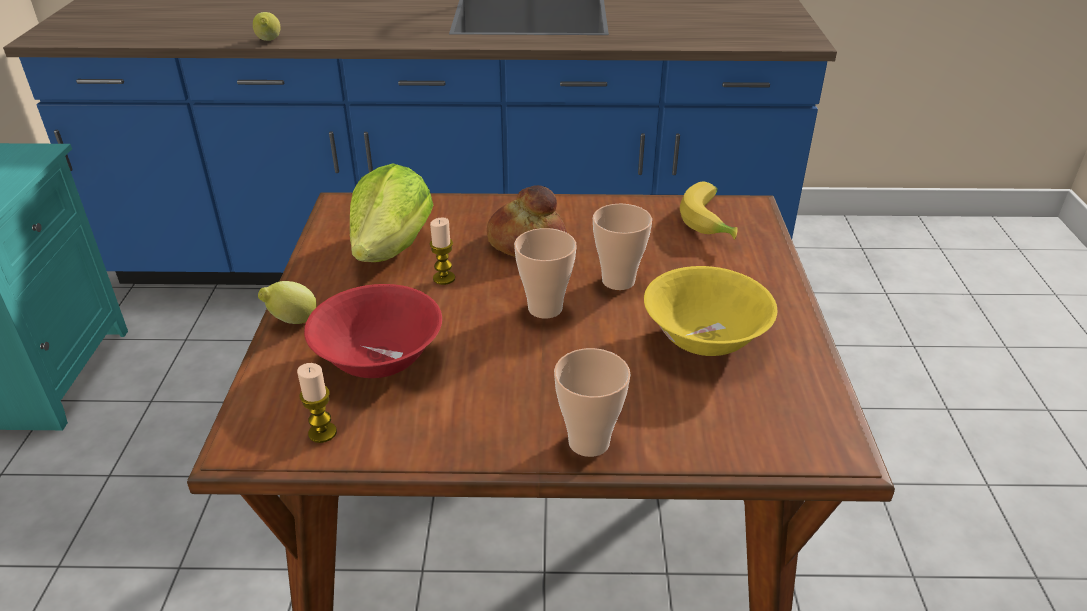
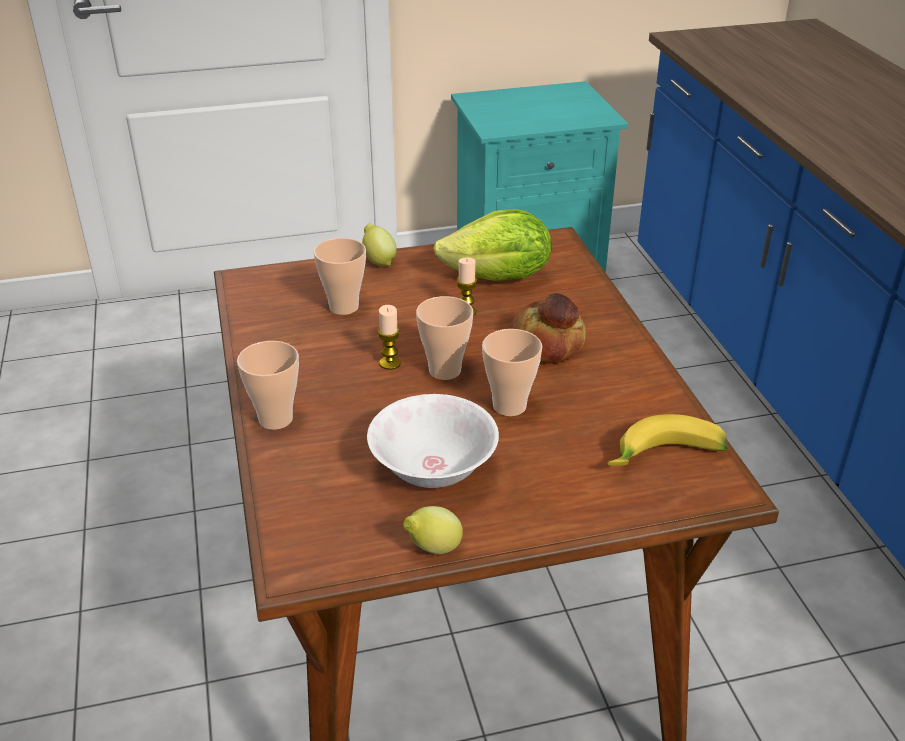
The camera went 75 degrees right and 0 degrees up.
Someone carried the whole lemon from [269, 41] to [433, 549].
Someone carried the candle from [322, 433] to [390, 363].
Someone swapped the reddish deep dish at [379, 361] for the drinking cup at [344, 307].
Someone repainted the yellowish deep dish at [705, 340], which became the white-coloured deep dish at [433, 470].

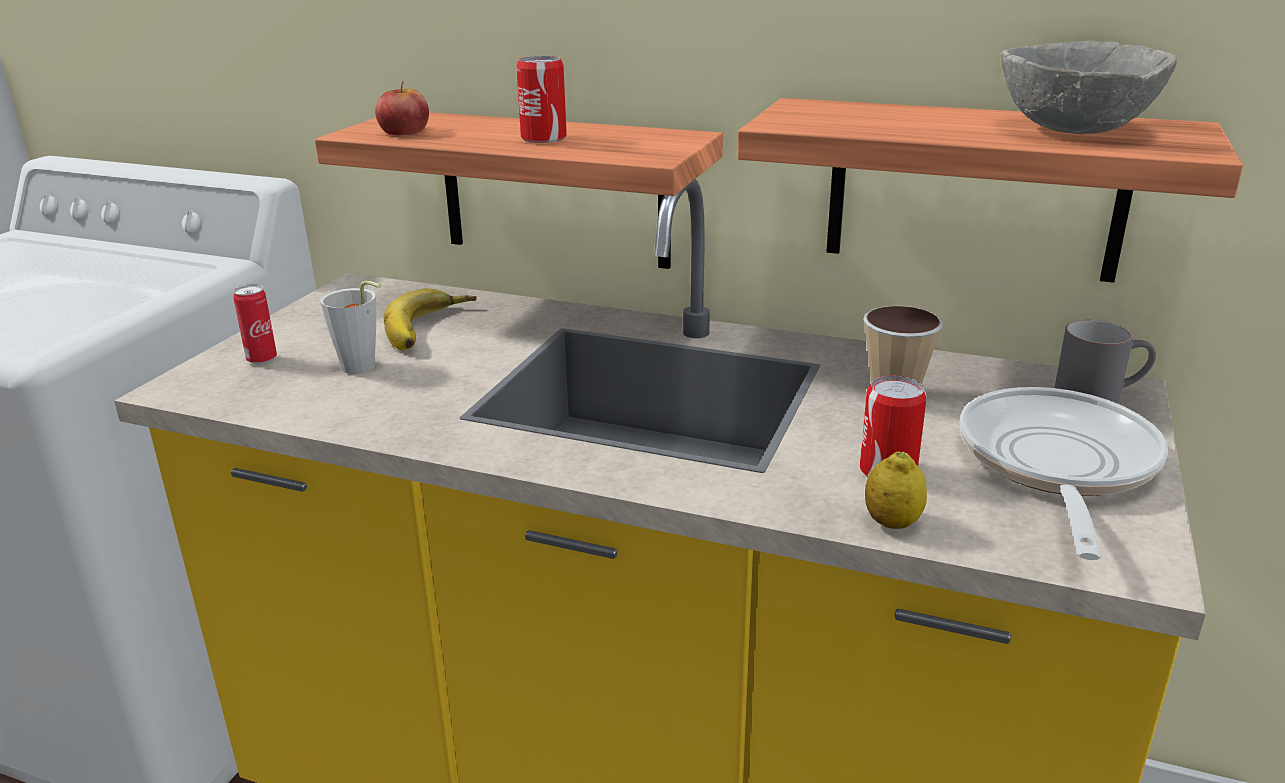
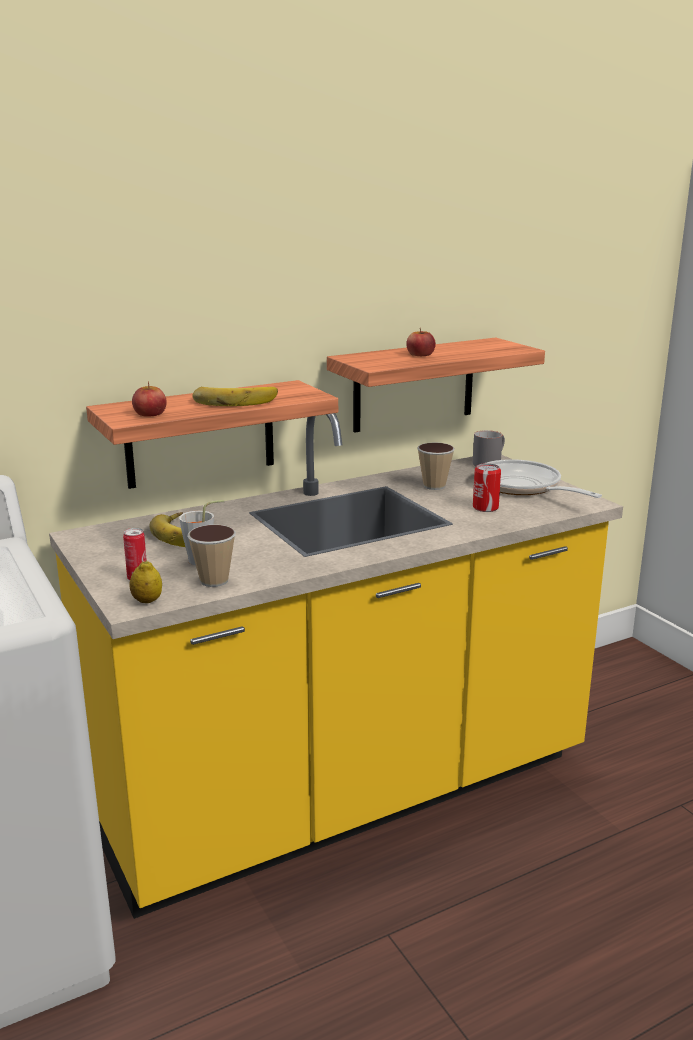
The camera went 50 degrees left and 5 degrees down.
Someone swapped the sealed can at [543, 138] for the banana at [235, 400].
Someone carried the whole lemon from [892, 523] to [147, 601].
Someone took away the gray deep dish at [1076, 130].
Someone put down the drinking cup at [214, 581].
Someone put down the apple fruit at [420, 354].

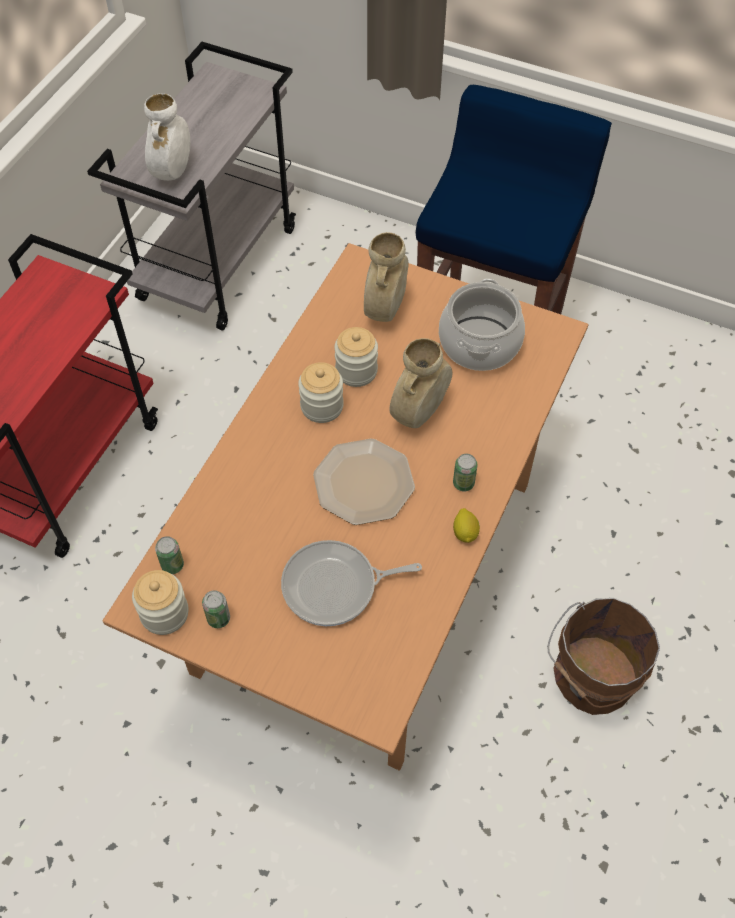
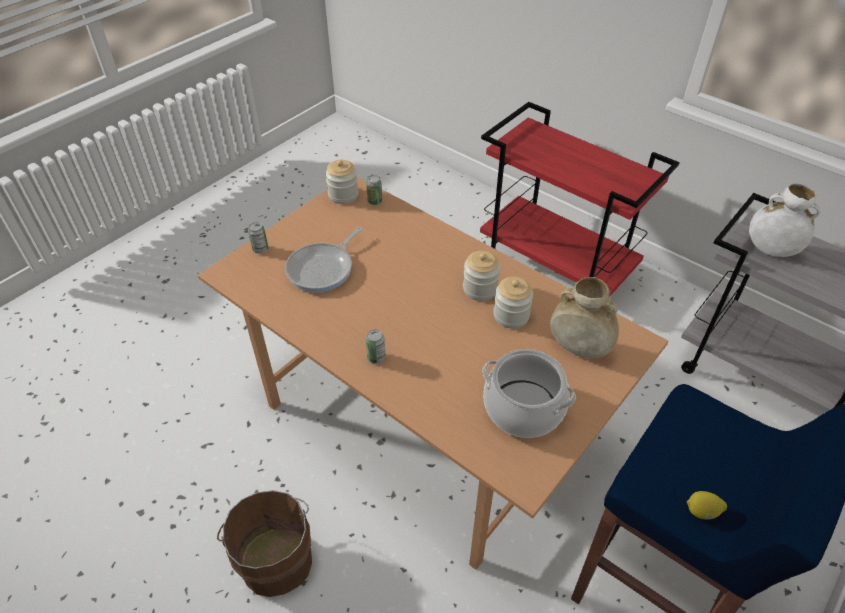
The camera went 105 degrees right and 10 degrees down.
Someone carried the sealed can from [218, 618] to [260, 249].
Someone rotated the pan at [335, 587] by 150 degrees counterclockwise.
Someone took away the flat dish at [364, 483].
Someone took away the sand-coloured decorative vase at [419, 412].
Someone carried the whole lemon from [465, 532] to [702, 512].

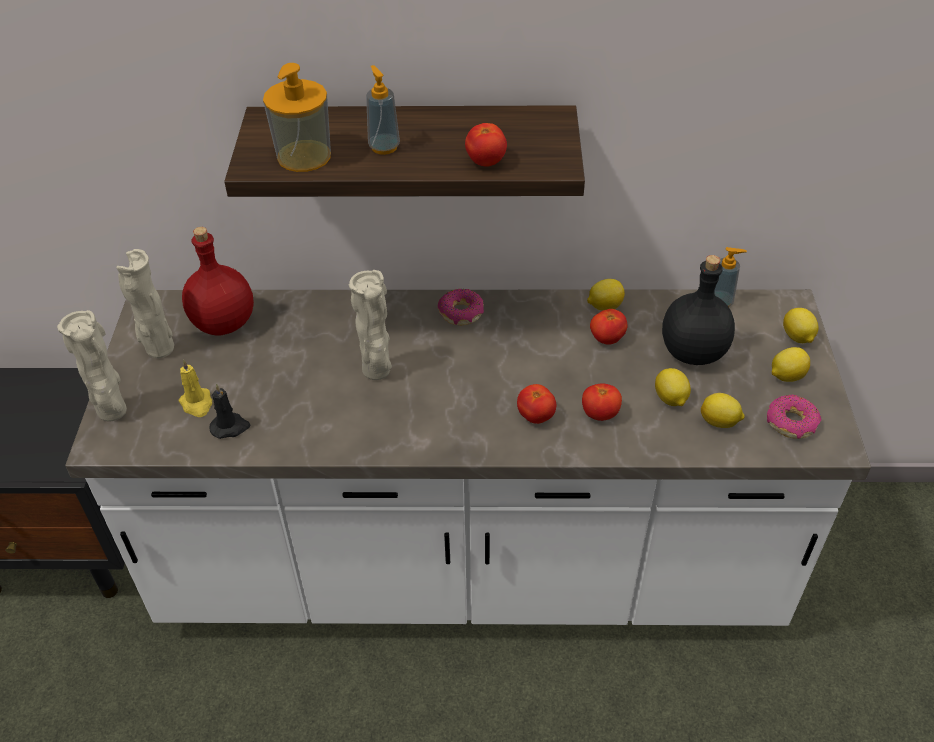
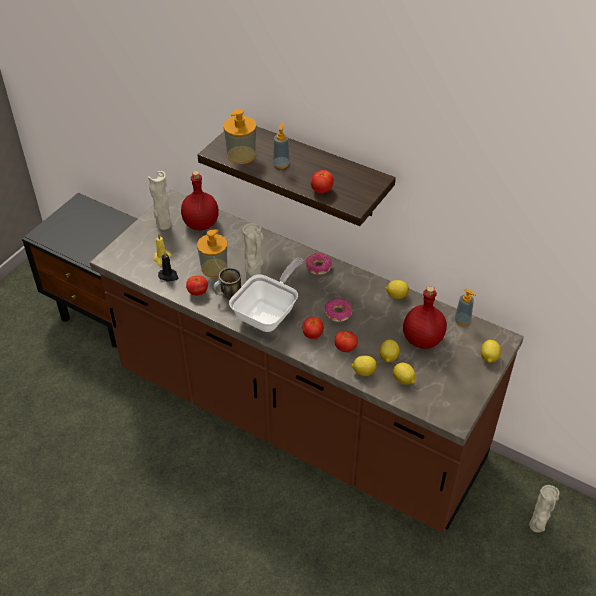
The camera went 30 degrees right and 0 degrees up.
Someone carried the sand-coloured decorative vase from [113, 412] to [536, 527].
Someone repainted the white-coloured kitchen base unit at [470, 567], which became the brownish kitchen base unit at [298, 419].
Someone carried the fresh tomato from [607, 339] to [198, 292].
Someone repainted the blackish bottle at [692, 353], which became the reddish bottle at [422, 340].
Someone carried the donut from [791, 423] to [338, 313].
Someone carried the whole lemon from [786, 376] to [363, 371].
Someone put down the liquid soap bottle at [214, 268].
Someone put down the tea mug at [228, 296].
Someone put down the pan at [269, 313].

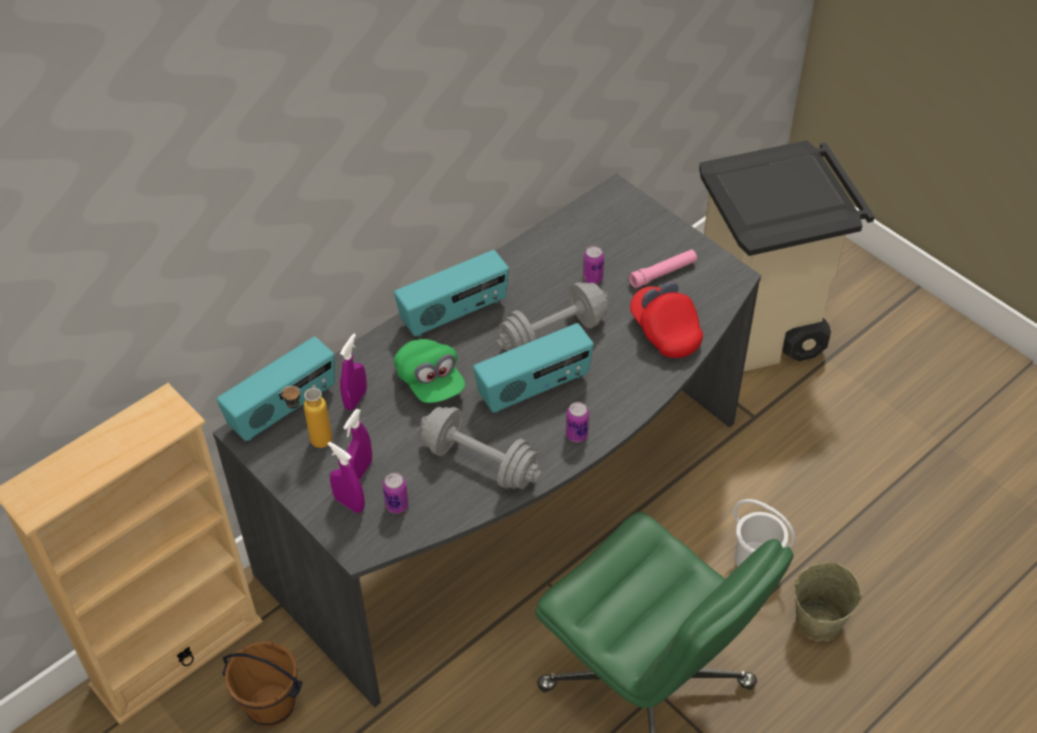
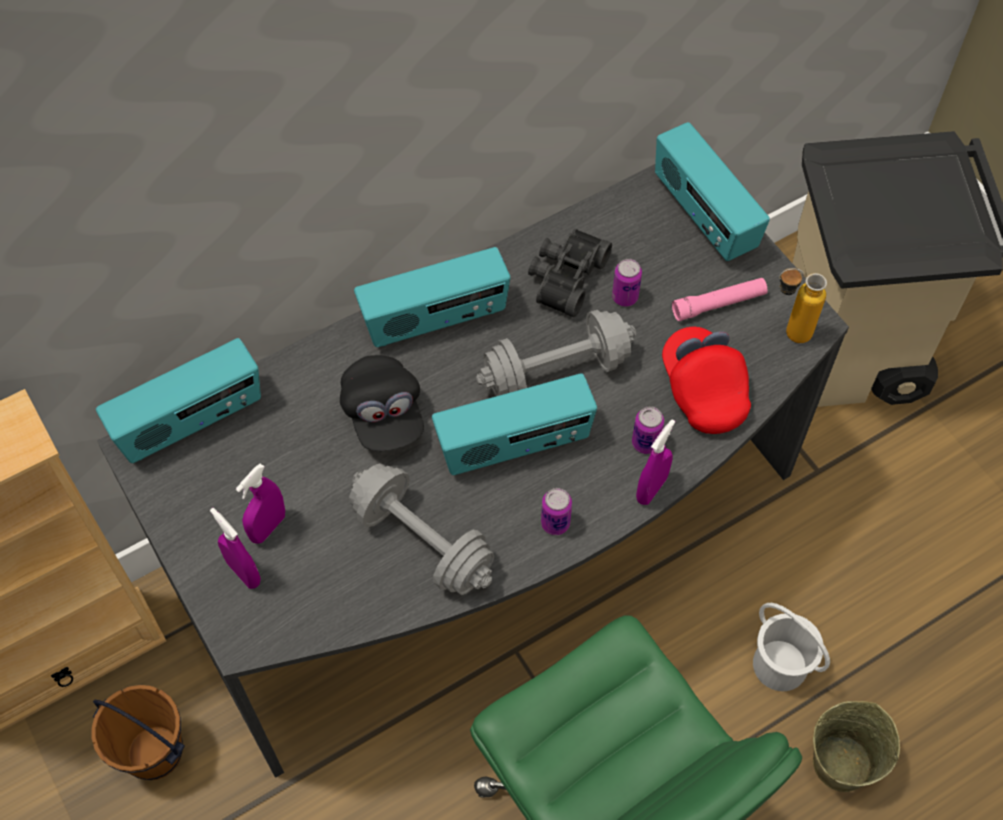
The camera went 10 degrees right and 10 degrees up.
Someone carried the bottle from [312, 441] to [787, 333].
Someone carried the purplish sprayer from [355, 399] to [651, 489].
Someone carried the sealed can from [397, 505] to [645, 443].
Someone repainted the green-coloured cap at [430, 382], which became the blackish cap at [383, 414].
Someone put down the blackish field glasses at [564, 277].
Someone put down the radio at [703, 216].

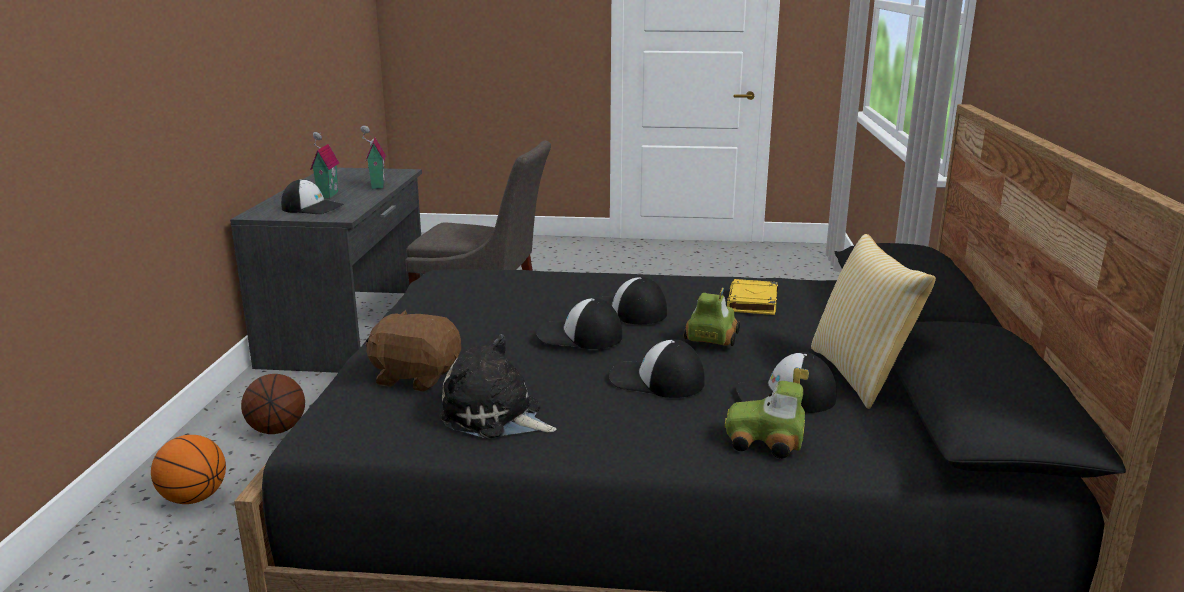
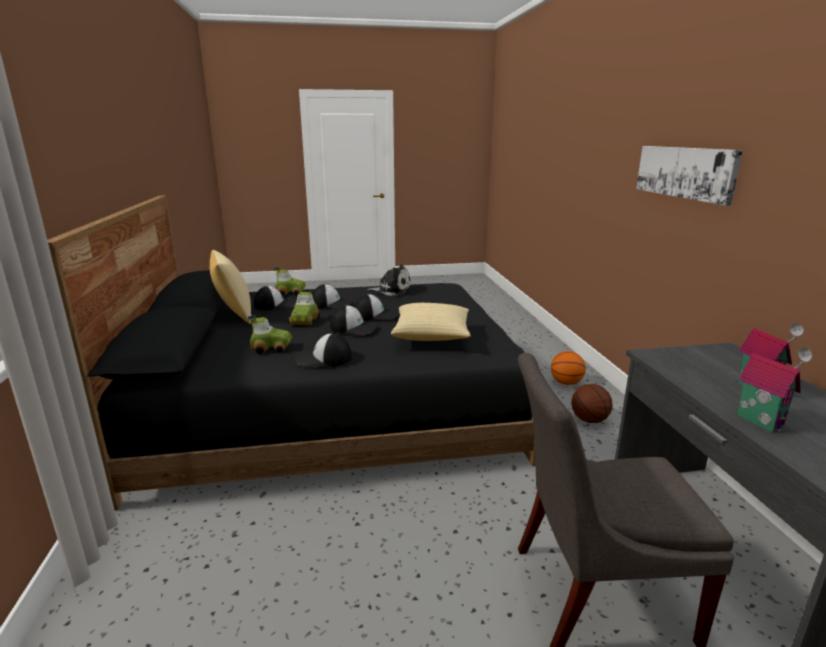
The camera went 165 degrees right and 0 degrees up.
Someone carried the cap from [313, 208] to [323, 359].
Someone took away the brownish soft toy at [416, 377].
Someone swapped the yellowish book at [752, 302] for the model car at [271, 348].
Someone put down the cushion at [432, 335].
Someone put up the wall art at [685, 172].

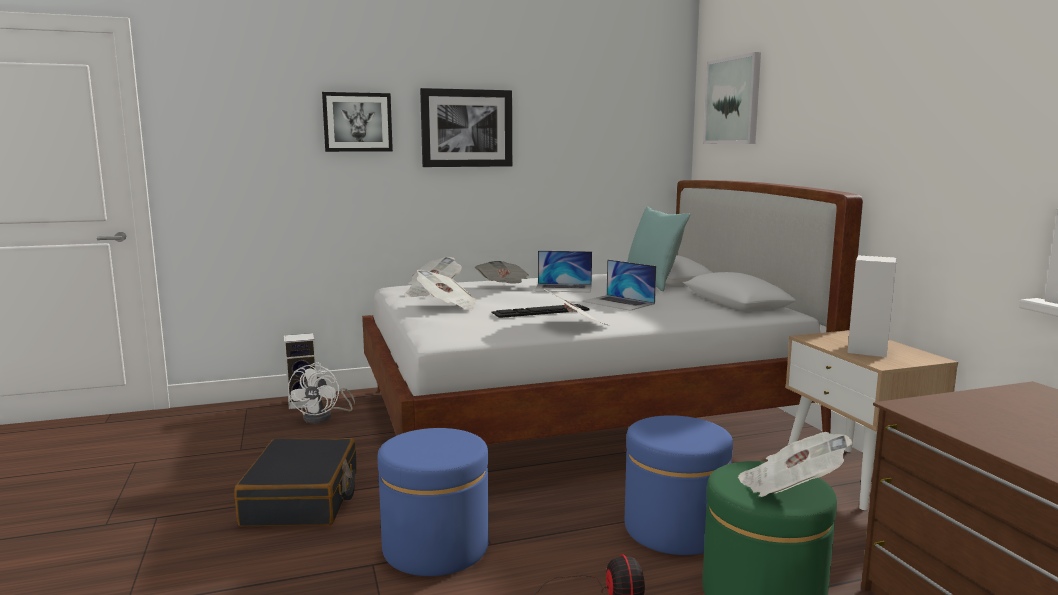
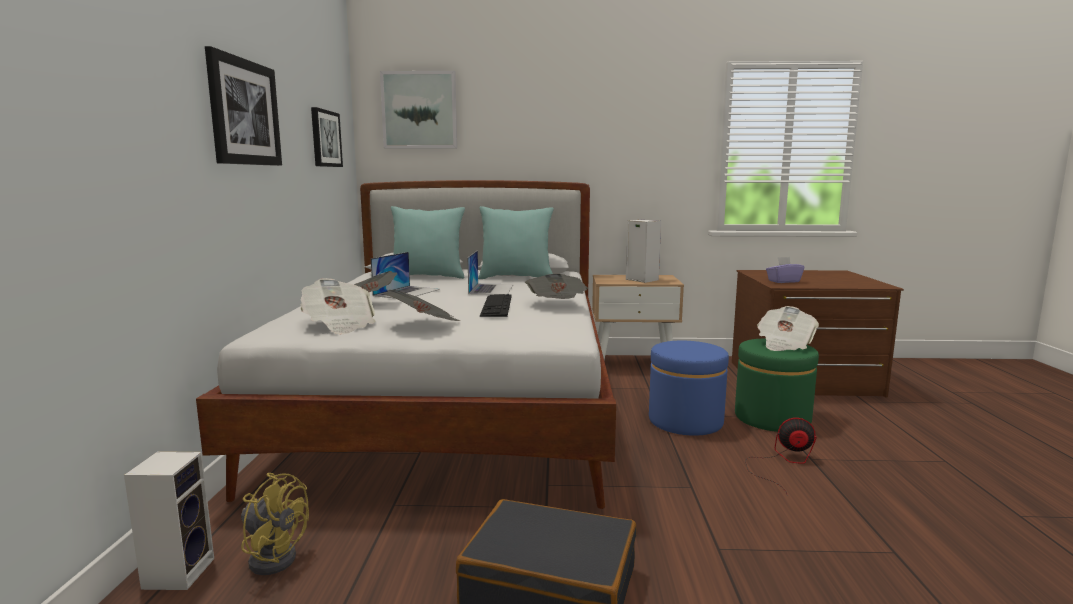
The camera went 70 degrees left and 0 degrees up.
Someone repainted the white-coloured fan at [323, 417], which became the yellowish fan at [273, 556].
Someone carried the wall art from [357, 122] to [325, 138].
Someone took away the blue-coloured ottoman at [435, 548].
Someone rotated the notebook computer at [618, 302] by 60 degrees counterclockwise.
Someone put down the blue-green cushion at [516, 277].
Someone put down the purplish tissue box at [783, 281].

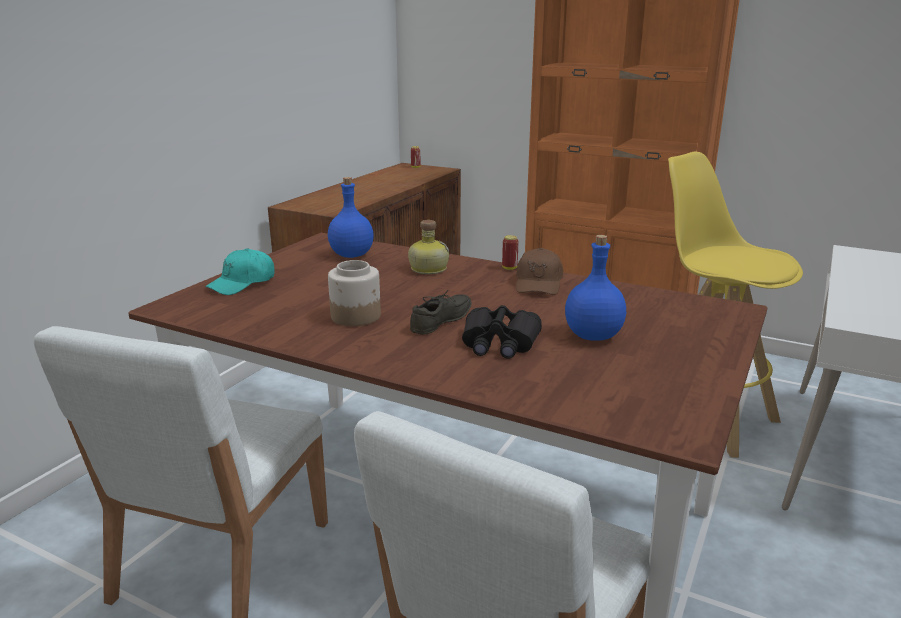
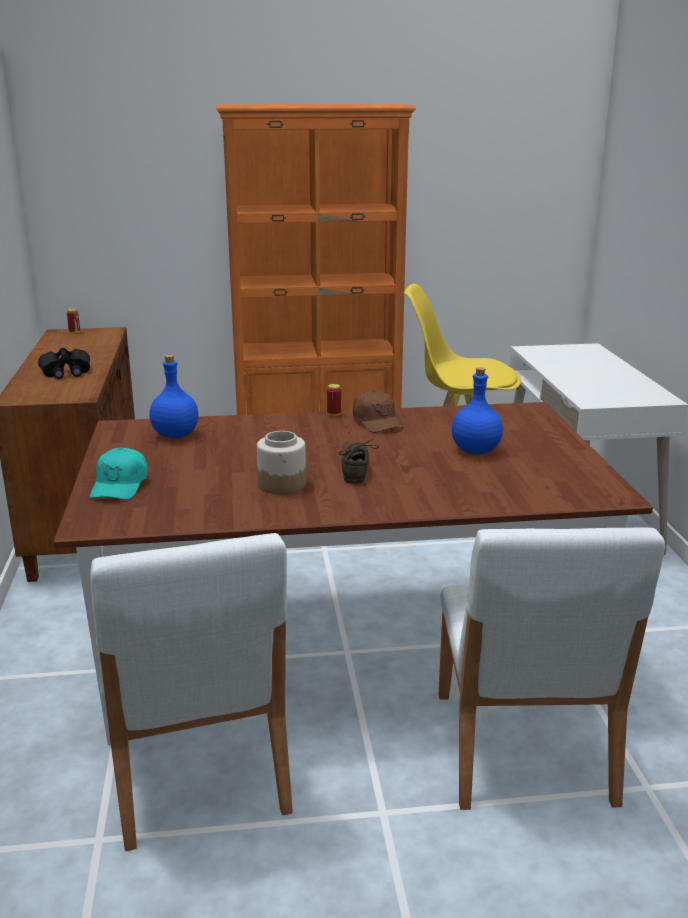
The camera went 35 degrees left and 0 degrees up.
Someone took away the bottle at [427, 269].
Someone carried the blackish field glasses from [499, 343] to [66, 372].

